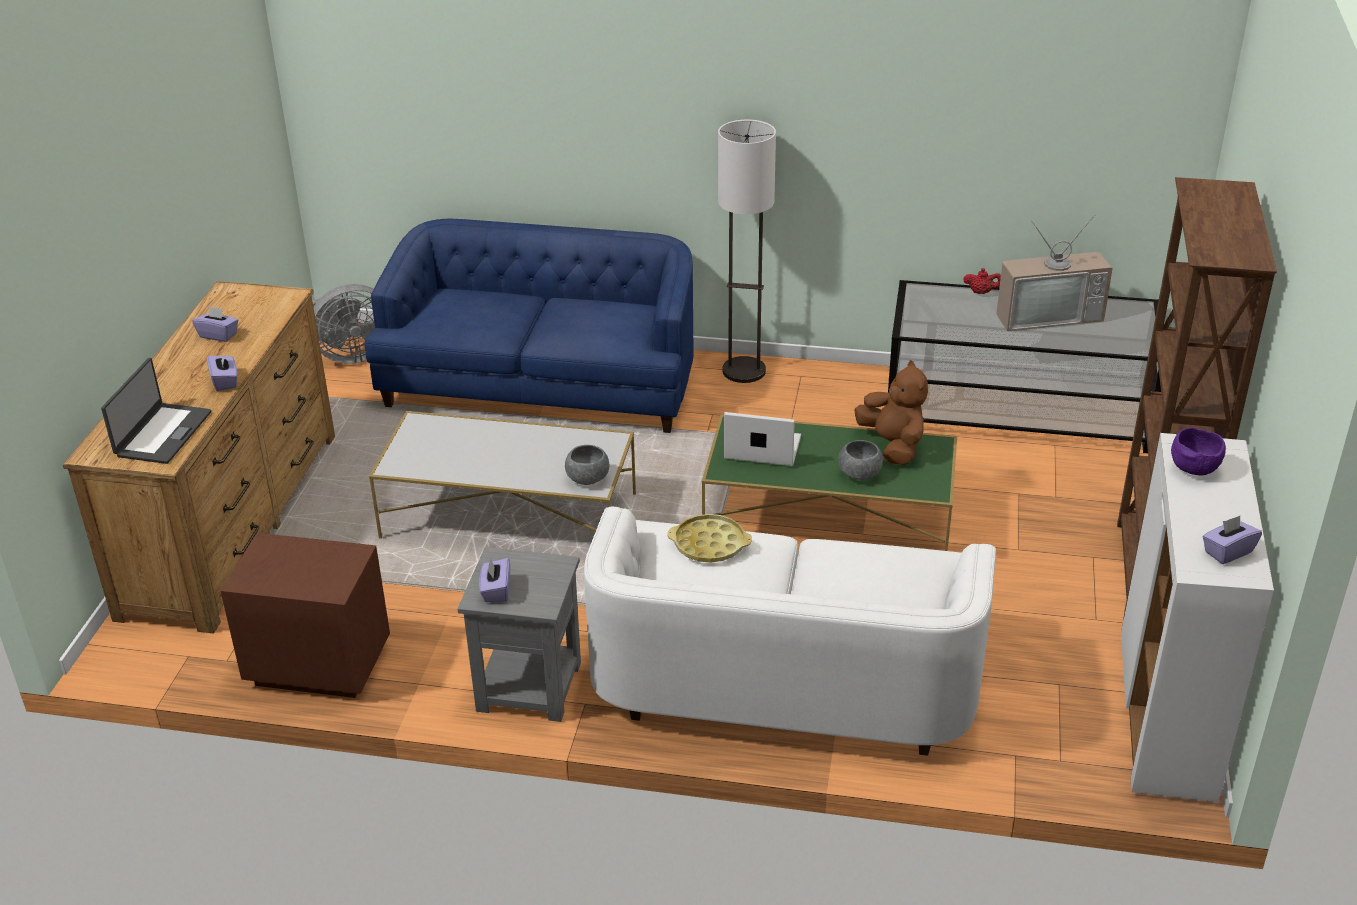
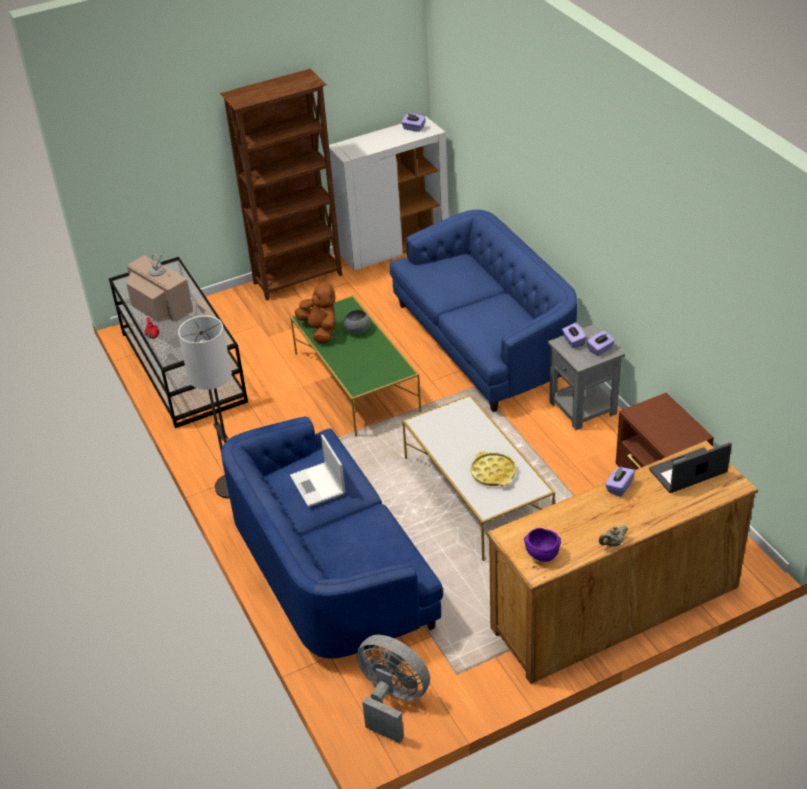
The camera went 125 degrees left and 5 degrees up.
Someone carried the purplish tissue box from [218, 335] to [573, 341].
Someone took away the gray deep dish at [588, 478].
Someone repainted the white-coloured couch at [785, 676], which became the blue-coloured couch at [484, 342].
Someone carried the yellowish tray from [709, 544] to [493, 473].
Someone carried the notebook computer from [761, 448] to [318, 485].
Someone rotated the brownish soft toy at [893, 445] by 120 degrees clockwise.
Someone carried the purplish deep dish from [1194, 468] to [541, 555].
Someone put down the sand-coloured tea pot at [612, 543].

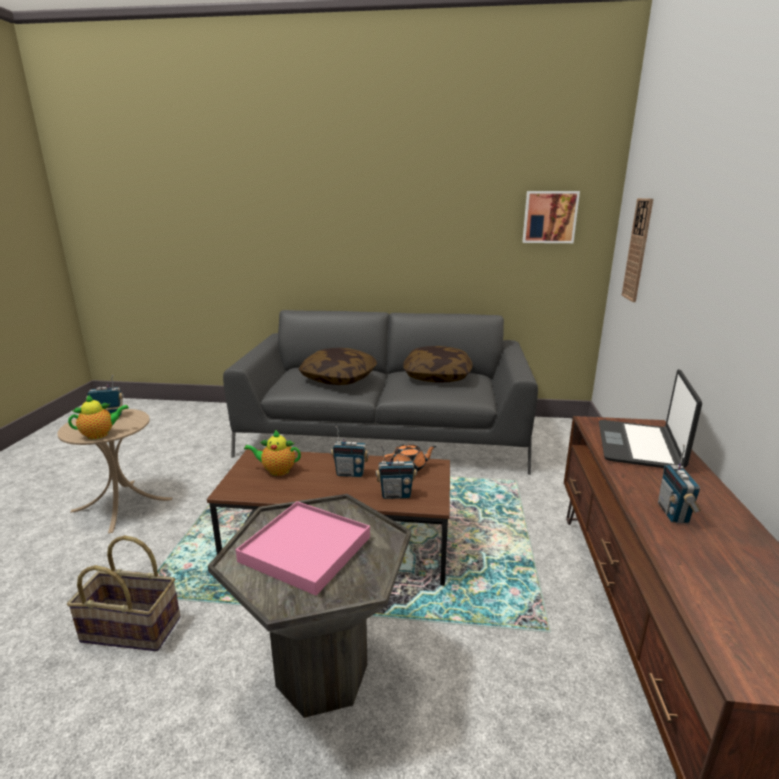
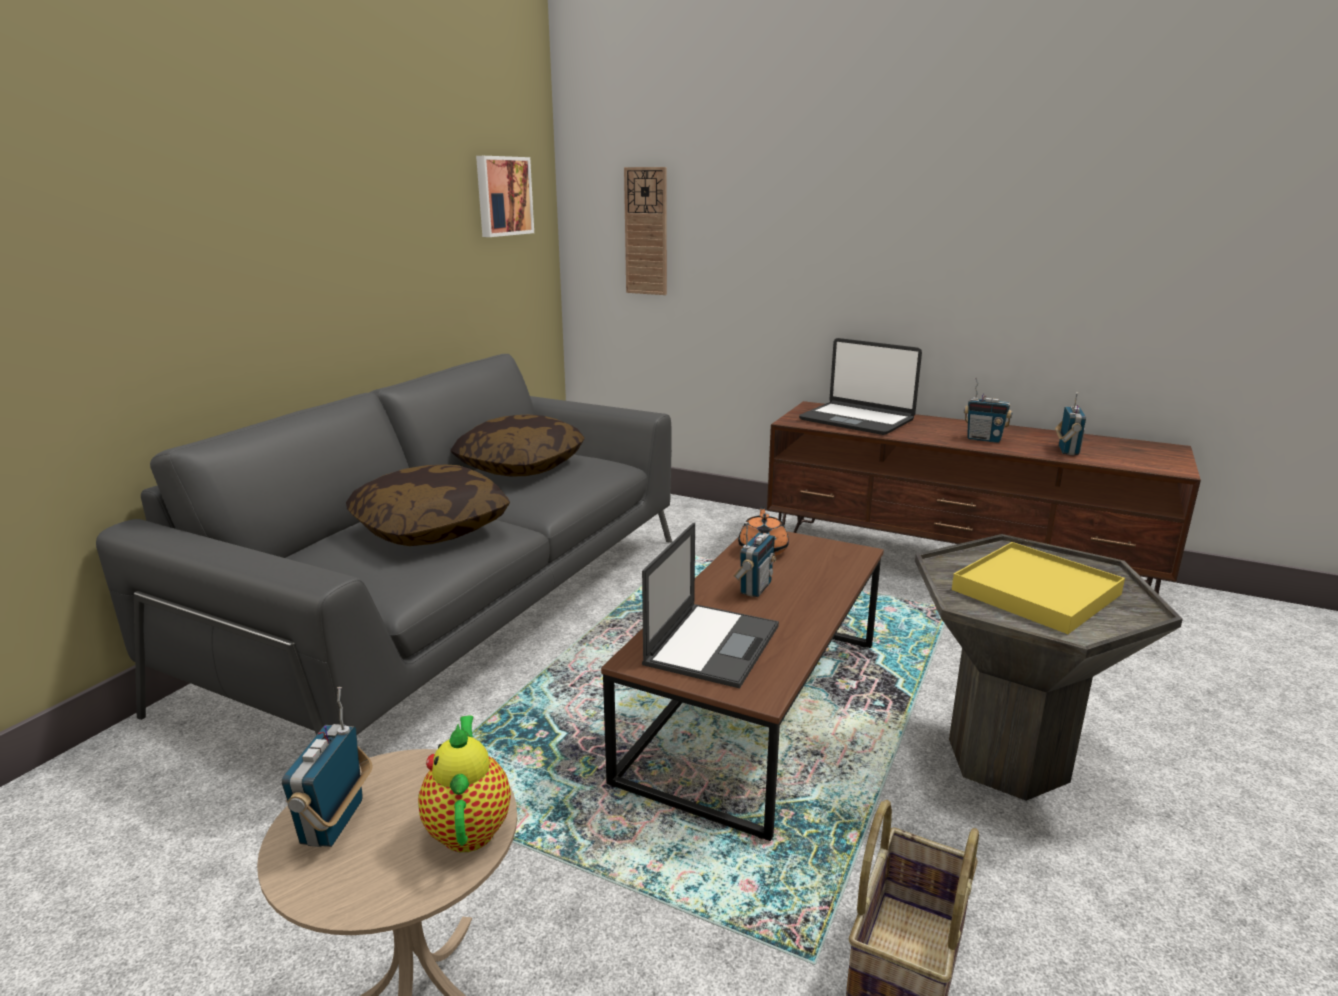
The camera went 70 degrees left and 0 degrees up.
Someone repainted the pink tray at [305, 549], which became the yellowish tray at [1035, 592].
Someone swapped the tea pot at [276, 471] for the notebook computer at [712, 644].
Someone carried the radio from [396, 495] to [1067, 450].

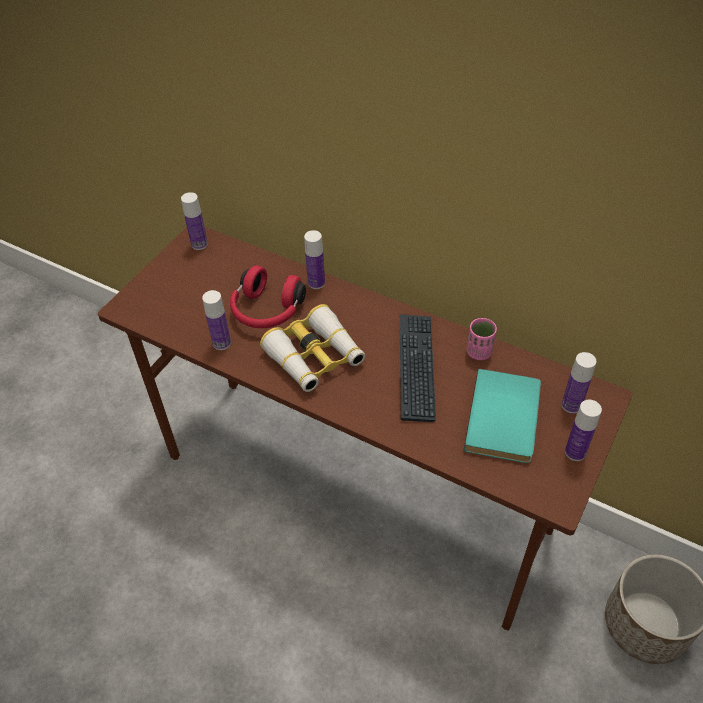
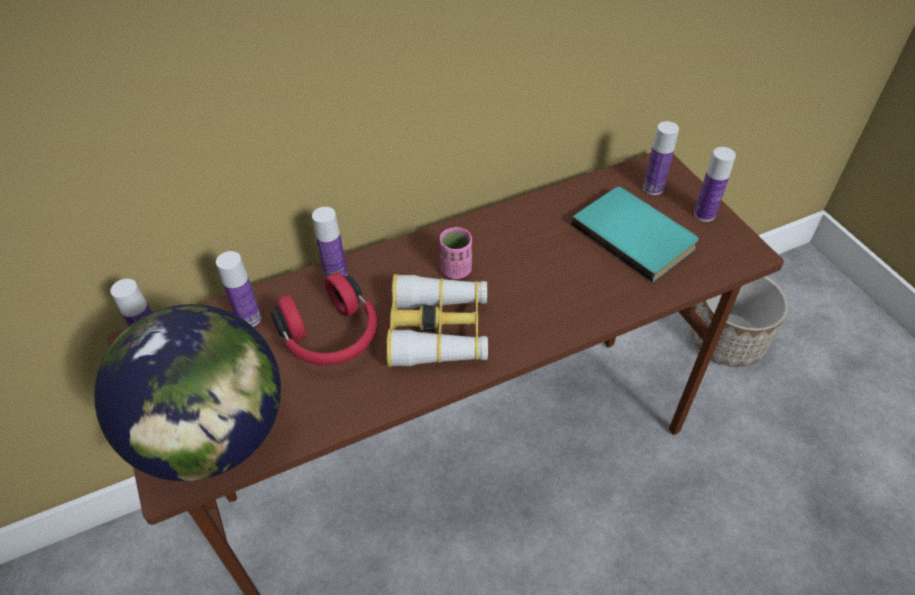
The camera went 55 degrees left and 0 degrees up.
Someone carried the bottle from [221, 343] to [249, 318].
Someone took away the PC keyboard at [416, 367].
Someone carried the pink drinking cup from [479, 352] to [456, 270].
Someone put down the desk globe at [214, 436].

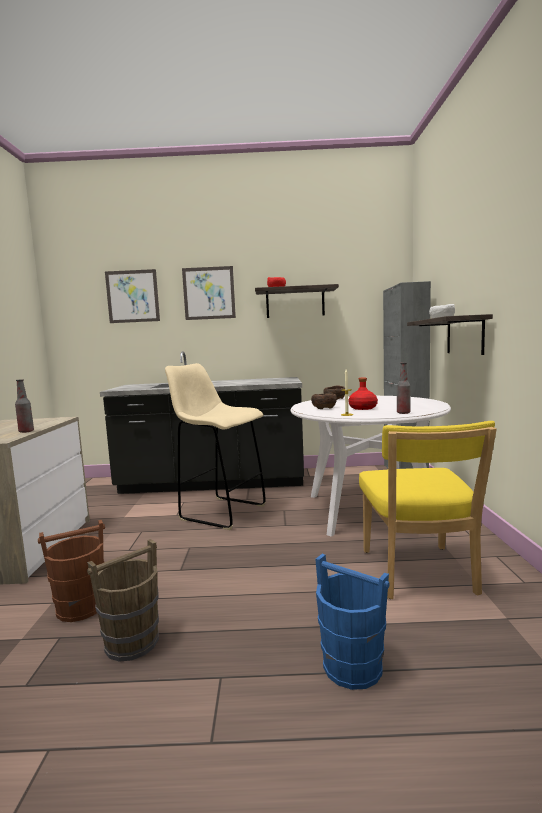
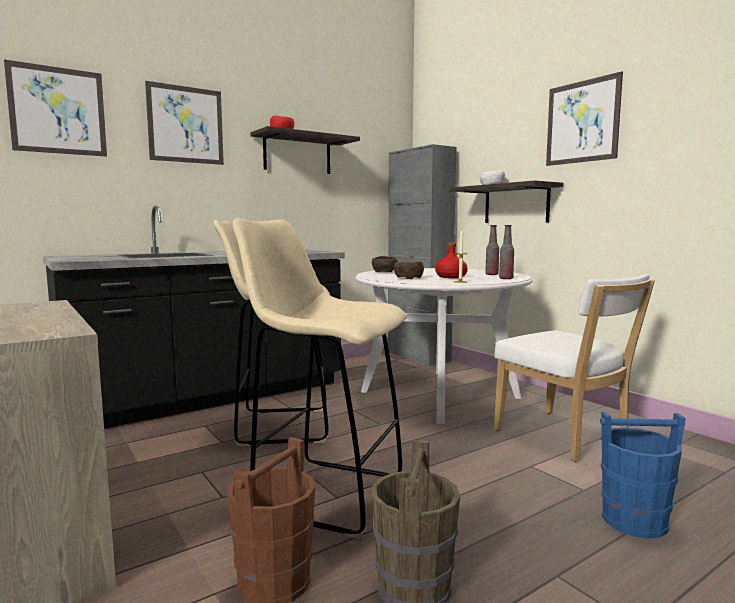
The camera went 35 degrees left and 0 degrees up.
Someone carried the bottle from [26, 431] to [491, 274].
Someone repainted the yellowish upright chair at [419, 575], which became the white-coloured upright chair at [565, 437].
Someone put down the sand-coloured stool at [325, 494].
Someone put up the wall art at [582, 122].

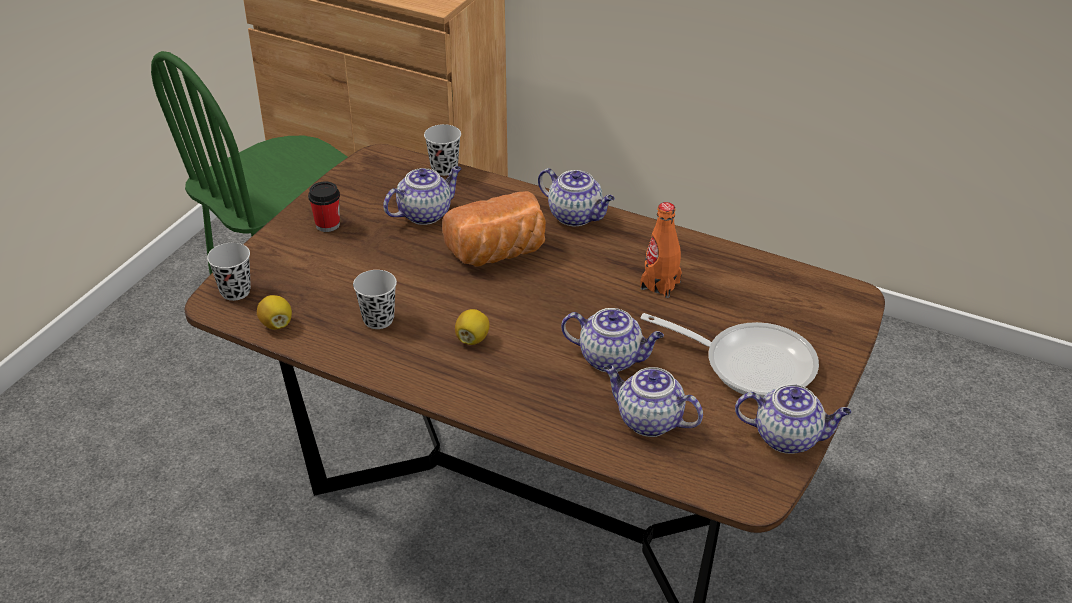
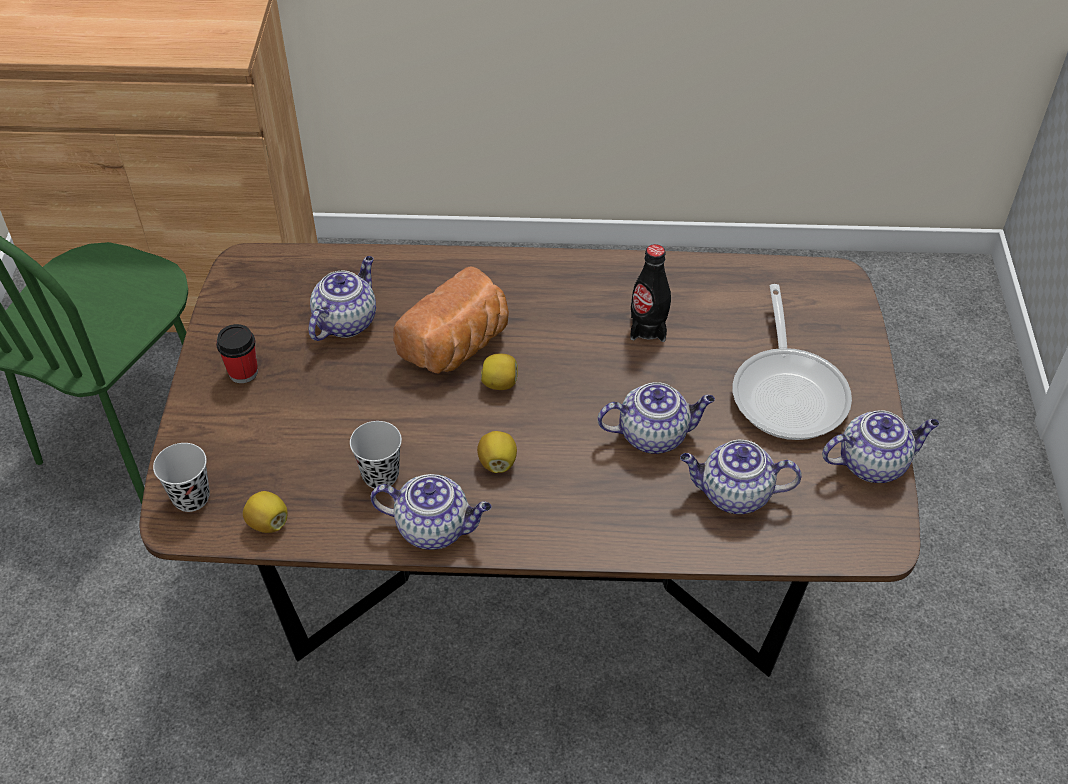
The camera went 25 degrees left and 10 degrees up.
Someone took away the blackish drinking cup at [444, 168].
Someone carried the tea pot from [576, 216] to [435, 528].
Someone repainted the orangey bottle at [660, 285], which became the blackish bottle at [648, 328].
Someone rotated the pan at [750, 364] by 90 degrees clockwise.
Someone put down the whole lemon at [500, 383].

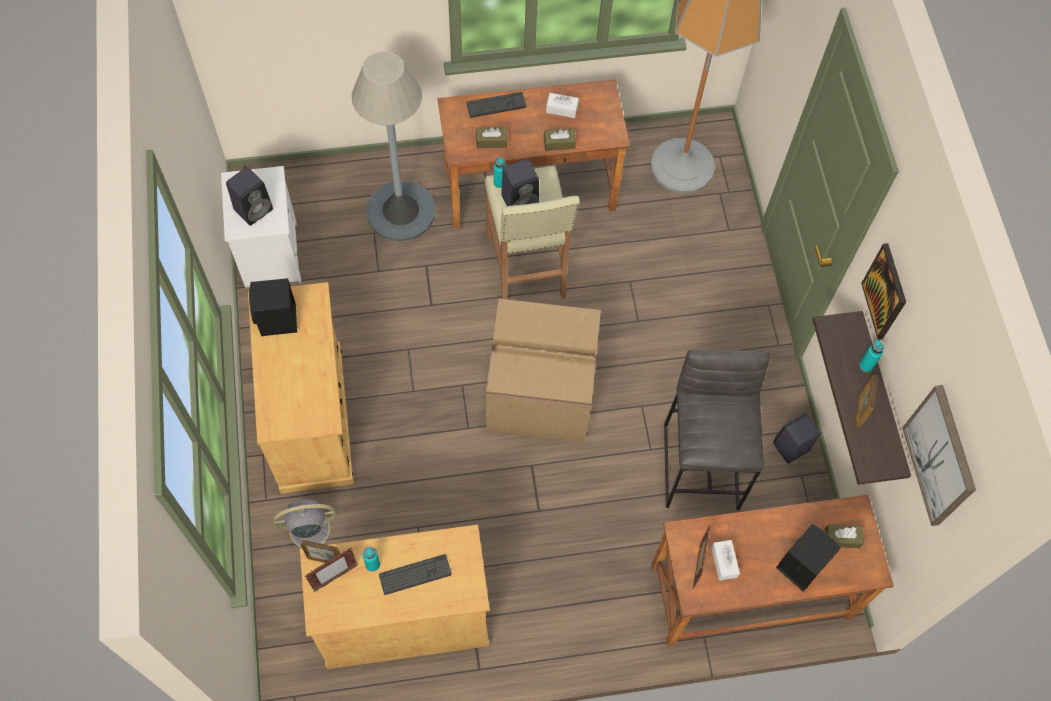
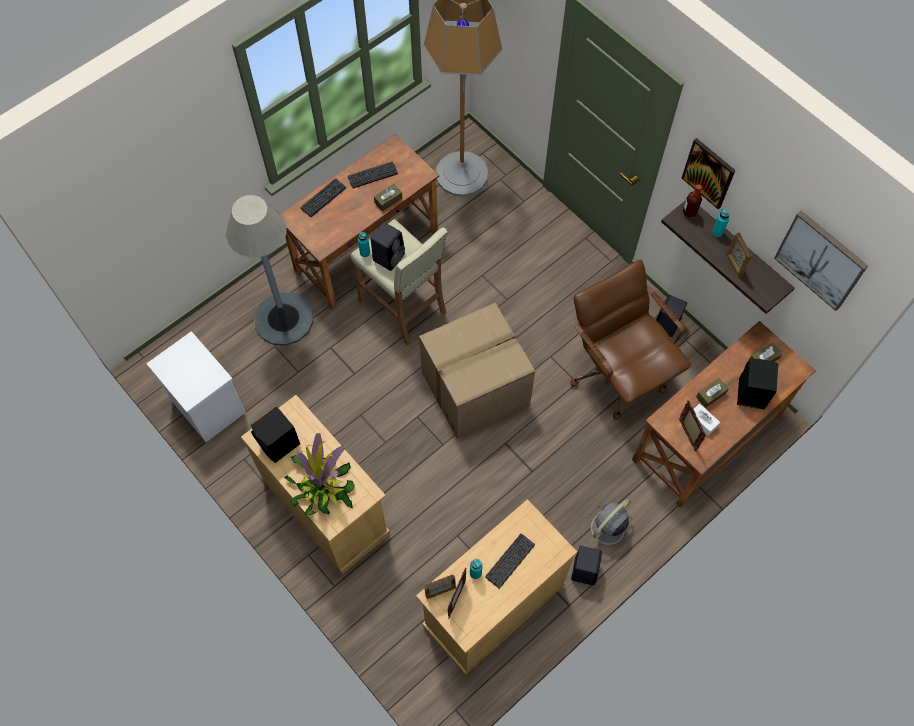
The camera went 30 degrees left and 0 degrees up.
Someone carried the blackish audio speaker from [254, 208] to [584, 569].
Someone carried the gray fan from [307, 529] to [606, 529].
Someone carried the brownish tissue box from [491, 141] to [711, 395].
Someone swapped the white-coloured tissue box at [562, 109] for the PC keyboard at [372, 175].
Someone swapped the gray stool at [702, 465] for the brownish office chair at [618, 372].
Someone put down the houseplant at [322, 487].
Someone put down the bottle at [689, 212].

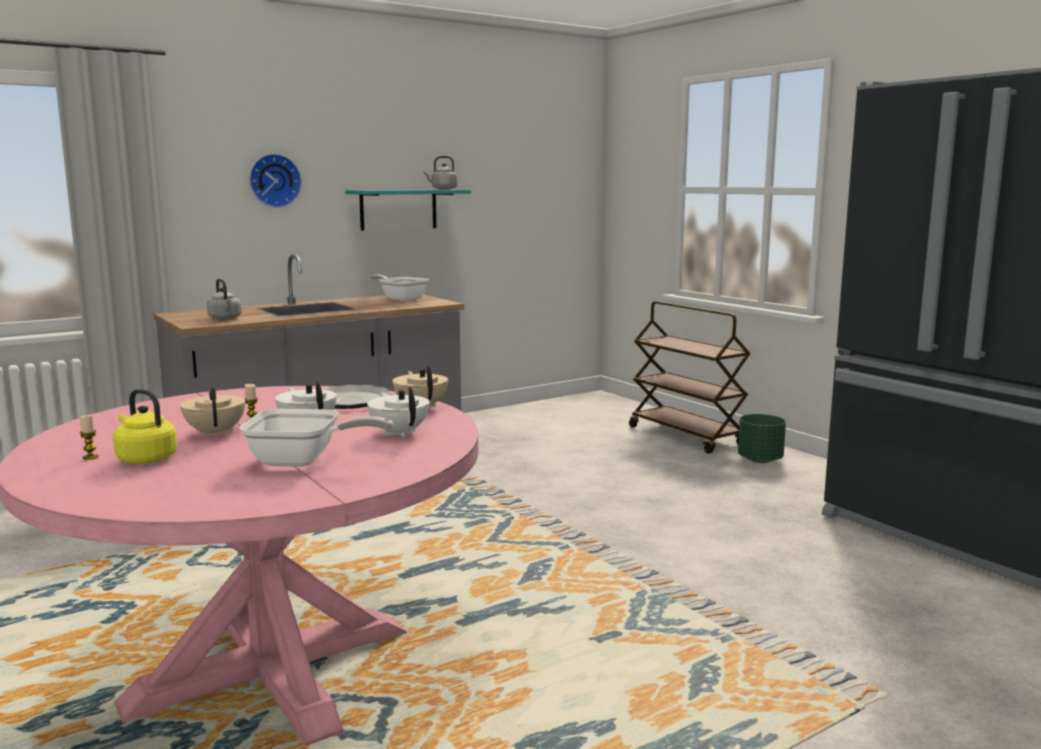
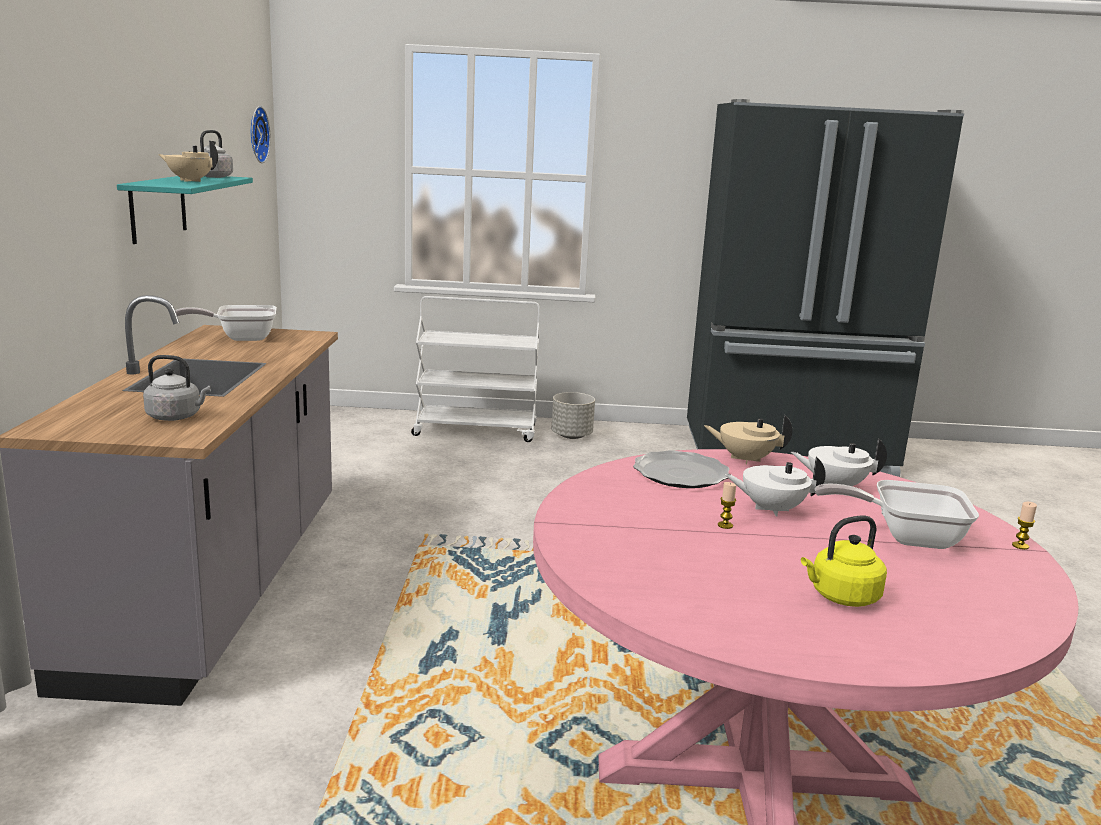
The camera went 55 degrees left and 5 degrees up.
Someone carried the candle from [90, 457] to [1020, 546].
Someone carried the sand-coloured tea pot from [216, 433] to [190, 180].
Someone rotated the pan at [303, 461] by 120 degrees counterclockwise.
Someone carried the wall clock from [274, 180] to [256, 134].
Someone repainted the brownish cart at [686, 436], which became the white-coloured cart at [476, 431].
Someone repainted the green-coloured planter at [760, 460], which became the gray planter at [571, 436].

